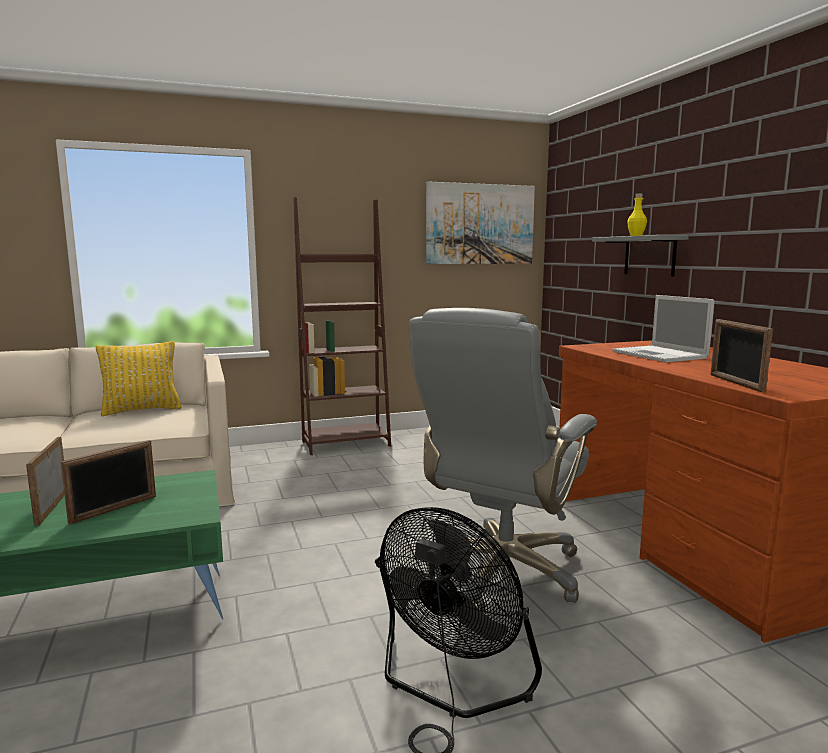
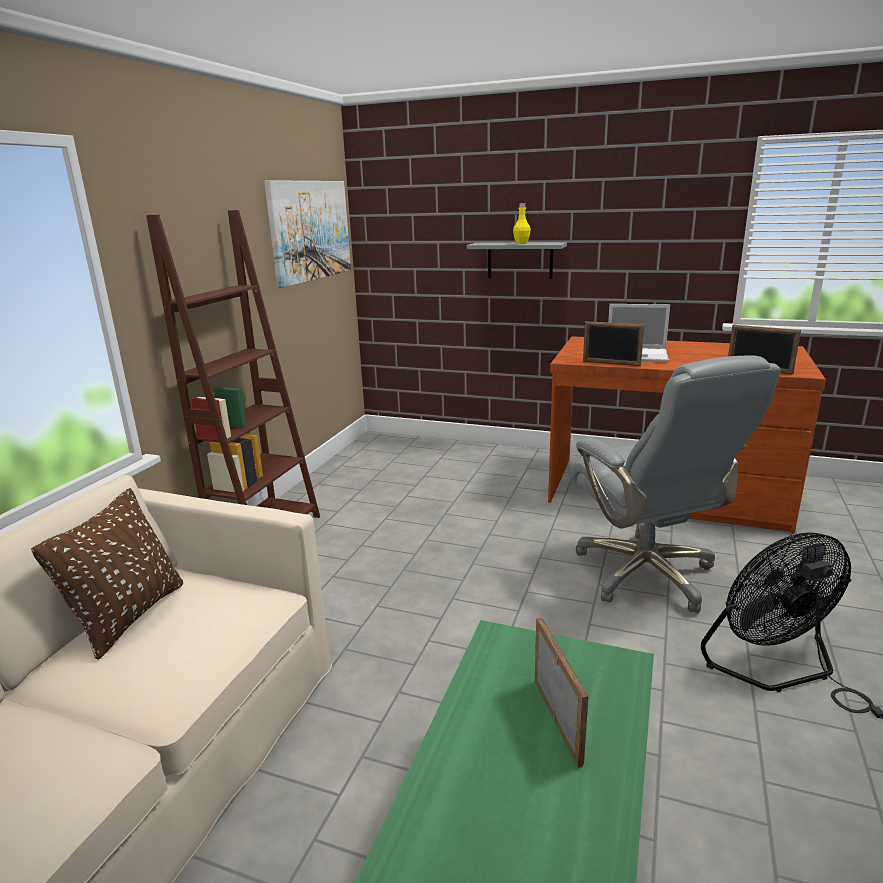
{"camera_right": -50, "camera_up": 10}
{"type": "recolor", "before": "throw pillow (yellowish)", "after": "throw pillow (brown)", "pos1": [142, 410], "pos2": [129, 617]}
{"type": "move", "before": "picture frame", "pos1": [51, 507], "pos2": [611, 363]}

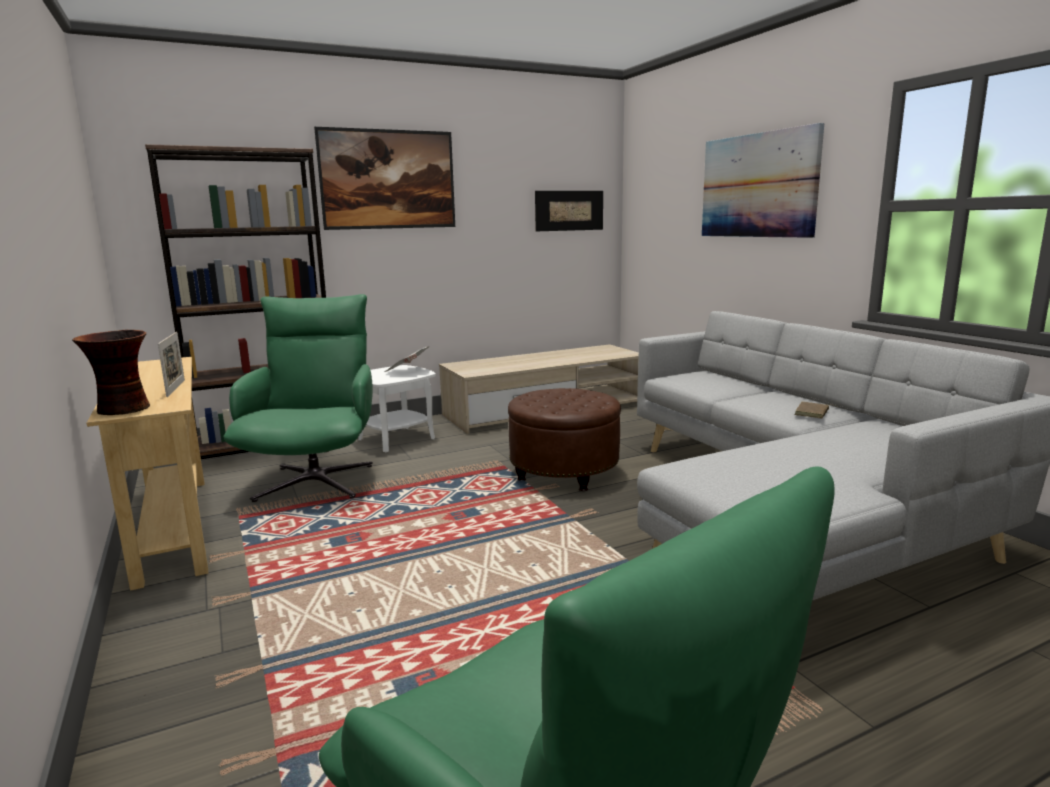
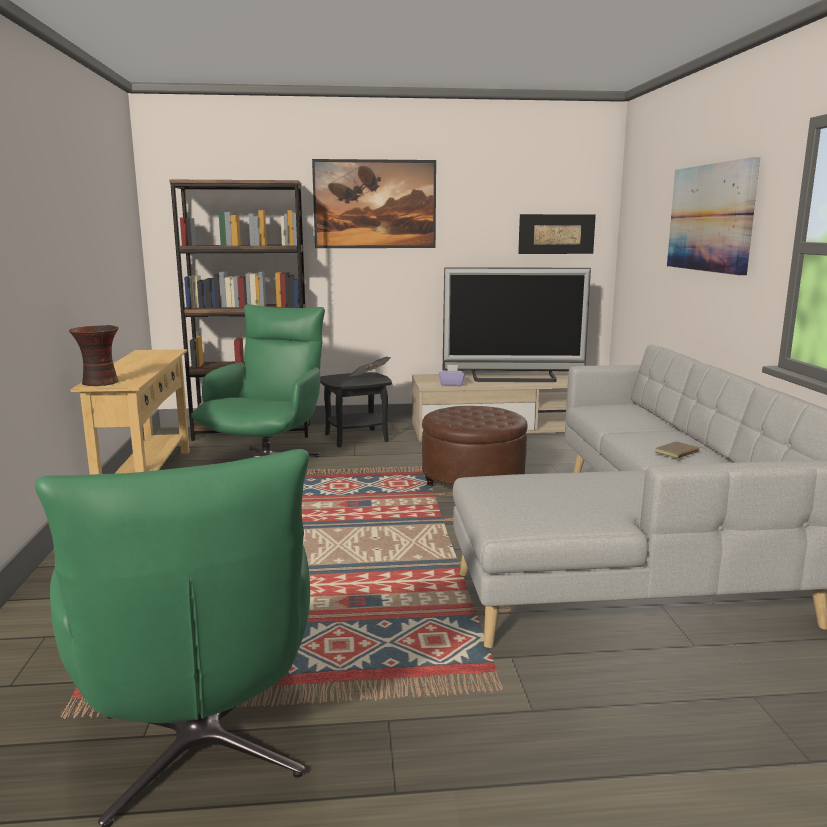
{"camera_right": 20, "camera_up": 0}
{"type": "delete", "before": "picture frame", "pos1": [176, 388]}
{"type": "recolor", "before": "side table (whitish)", "after": "side table (black-coloured)", "pos1": [396, 439], "pos2": [356, 438]}
{"type": "insert", "after": "television", "pos2": [514, 378]}
{"type": "insert", "after": "tissue box (purplish)", "pos2": [452, 384]}

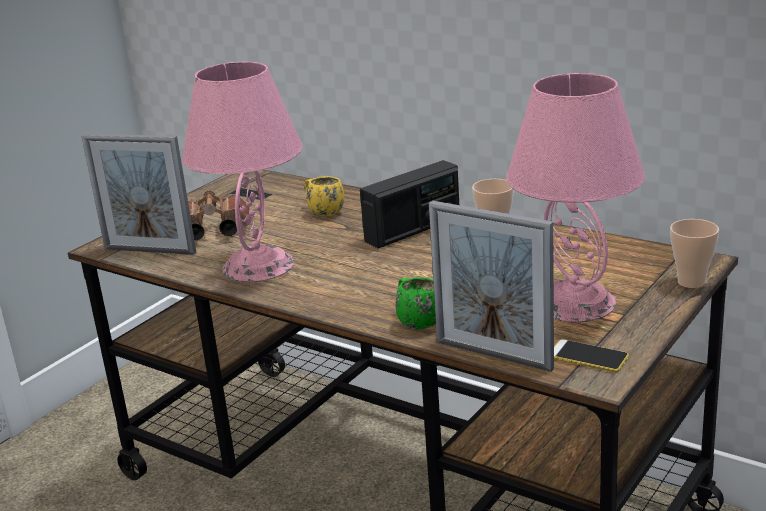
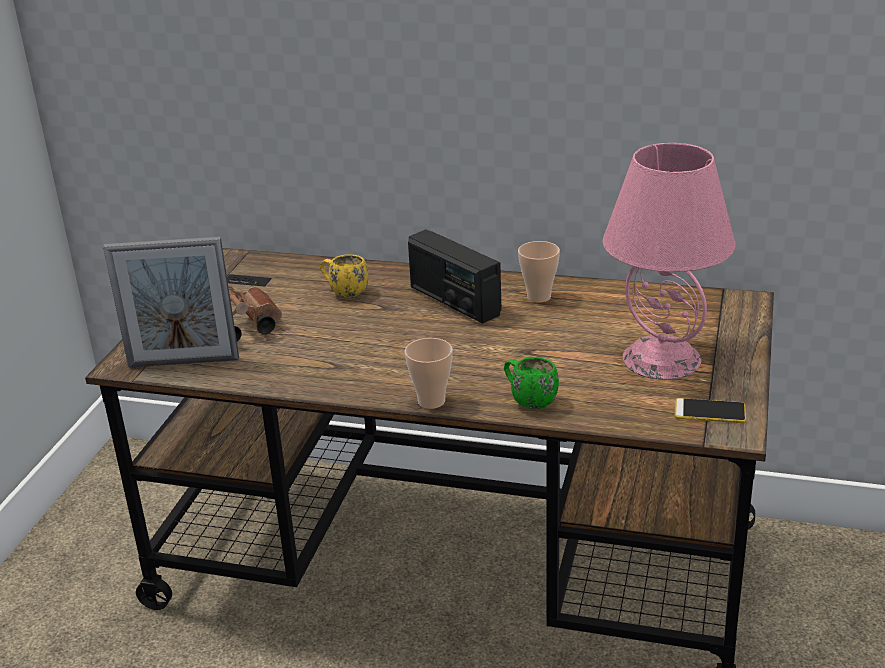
{"camera_right": -20, "camera_up": 5}
{"type": "delete", "before": "lamp for a table (pinkish)", "pos1": [259, 266]}
{"type": "rotate", "before": "radio", "pos1": [413, 229], "pos2": [454, 301], "turn": 105}
{"type": "delete", "before": "picture frame", "pos1": [493, 355]}
{"type": "move", "before": "drinking cup", "pos1": [691, 282], "pos2": [431, 401]}

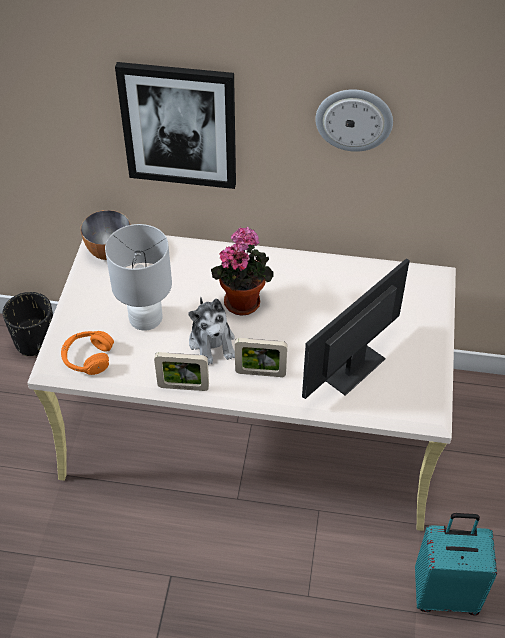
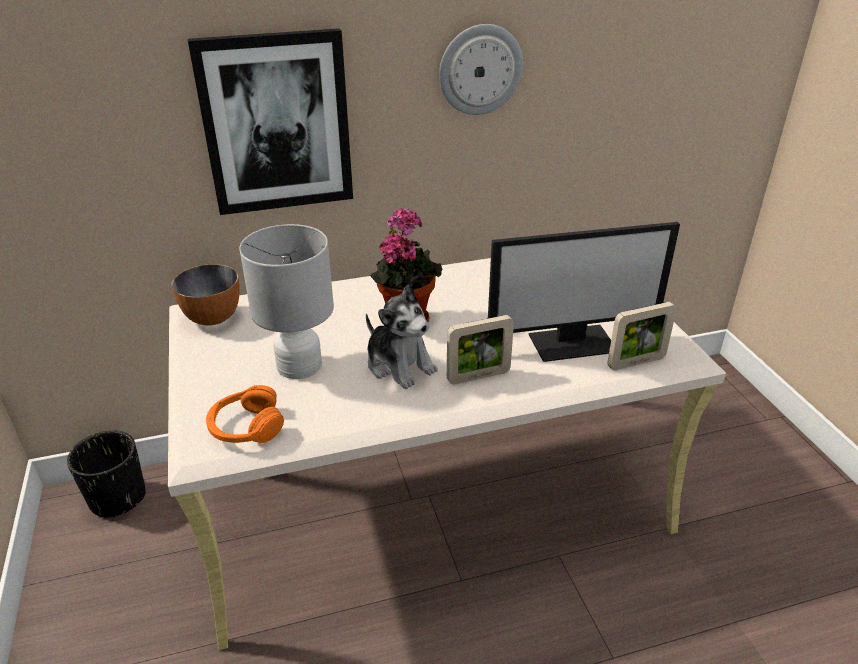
{"camera_right": -25, "camera_up": -15}
{"type": "rotate", "before": "monitor", "pos1": [351, 367], "pos2": [572, 342], "turn": -120}
{"type": "move", "before": "picture frame", "pos1": [183, 387], "pos2": [636, 362]}
{"type": "delete", "before": "piece of luggage (turquoise)", "pos1": [445, 593]}

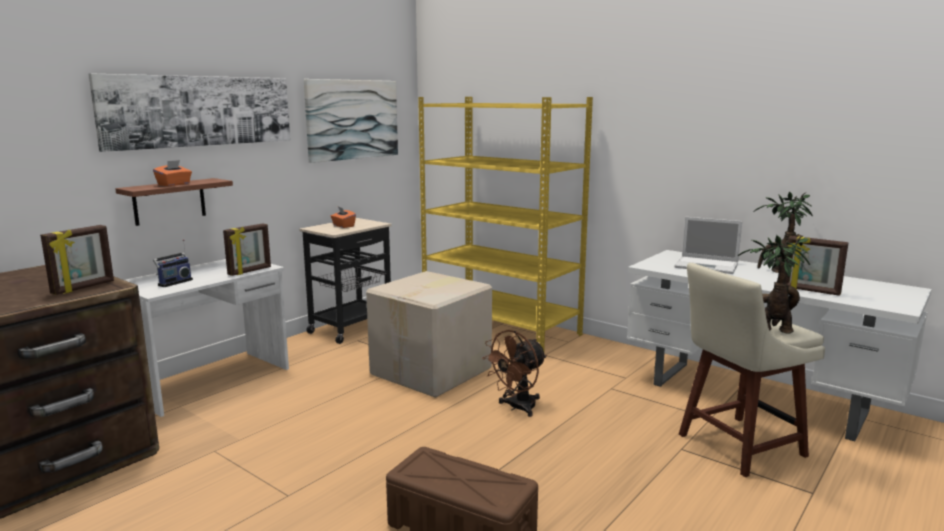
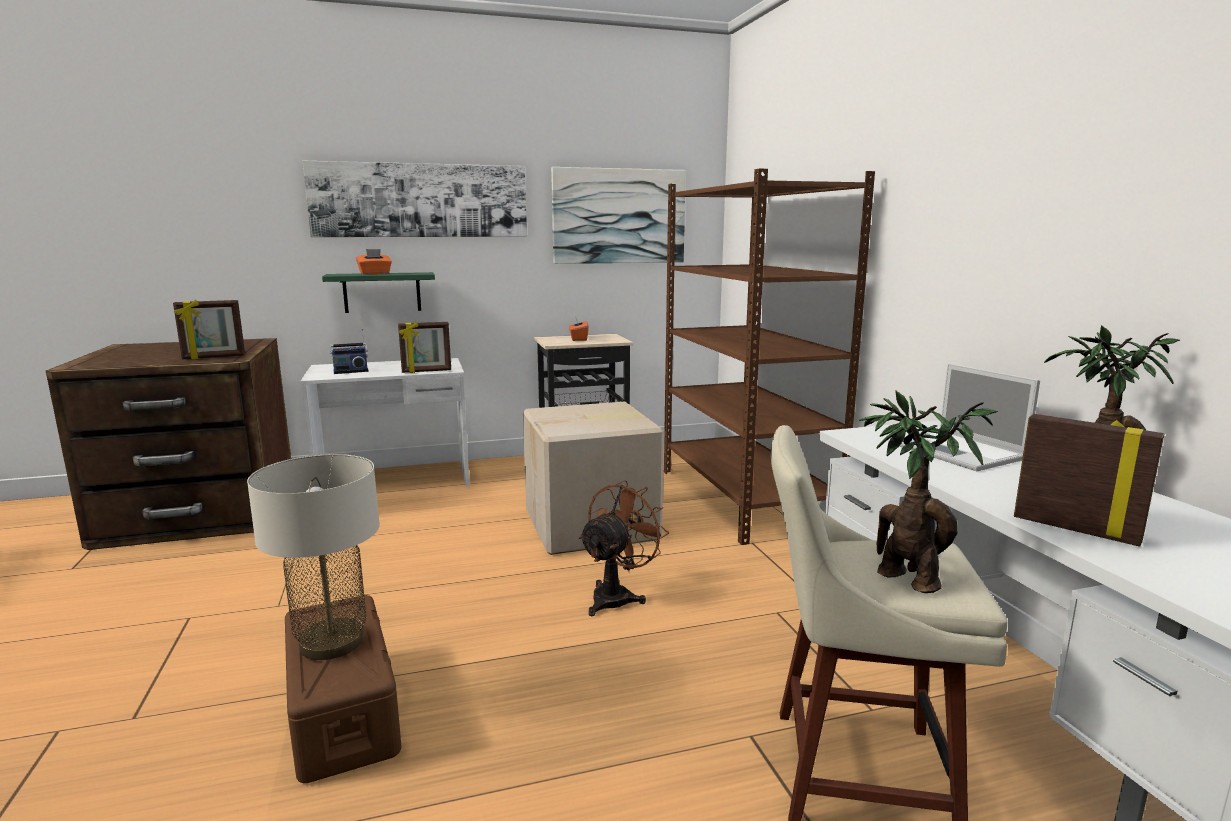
{"camera_right": 35, "camera_up": 0}
{"type": "recolor", "before": "bookcase (yellowish)", "after": "bookcase (brown)", "pos1": [501, 329], "pos2": [744, 498]}
{"type": "recolor", "before": "shelf (brown)", "after": "shelf (green-coloured)", "pos1": [169, 201], "pos2": [382, 292]}
{"type": "rotate", "before": "picture frame", "pos1": [810, 291], "pos2": [1075, 529], "turn": 150}
{"type": "rotate", "before": "cooling fan (brown)", "pos1": [517, 408], "pos2": [617, 596], "turn": 135}
{"type": "insert", "after": "lamp for a table", "pos2": [331, 642]}

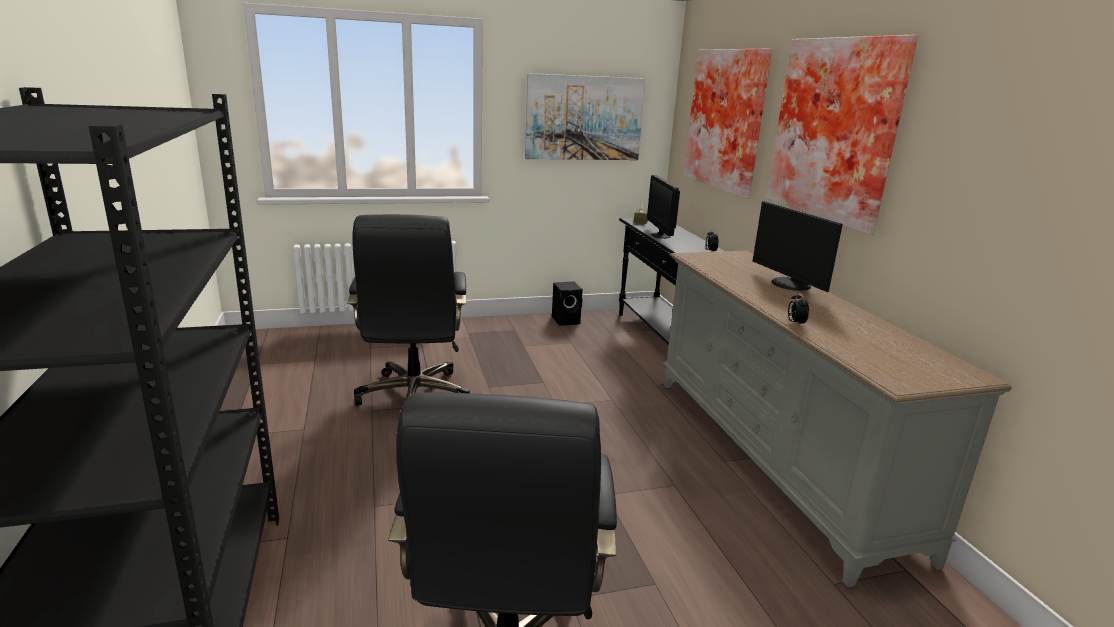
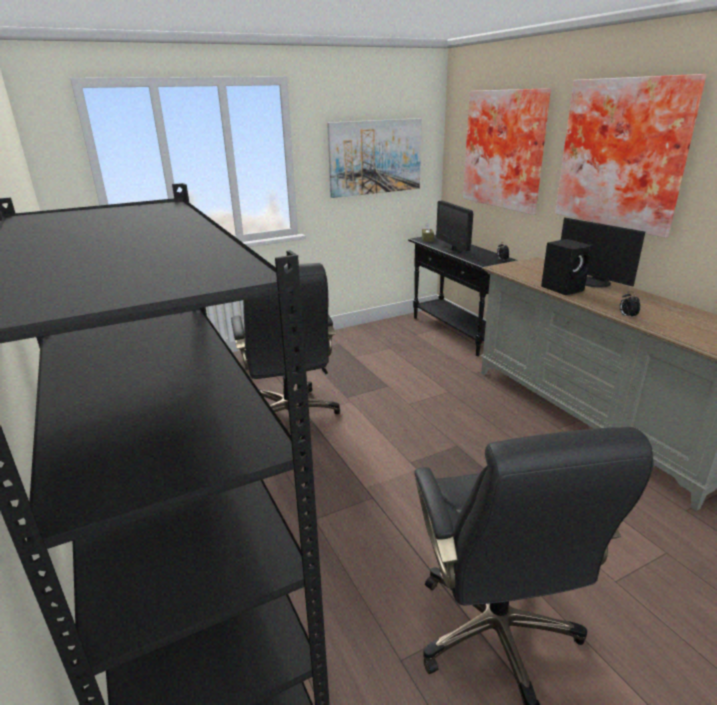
{"camera_right": -10, "camera_up": 5}
{"type": "move", "before": "audio speaker (black-coloured)", "pos1": [567, 320], "pos2": [563, 288]}

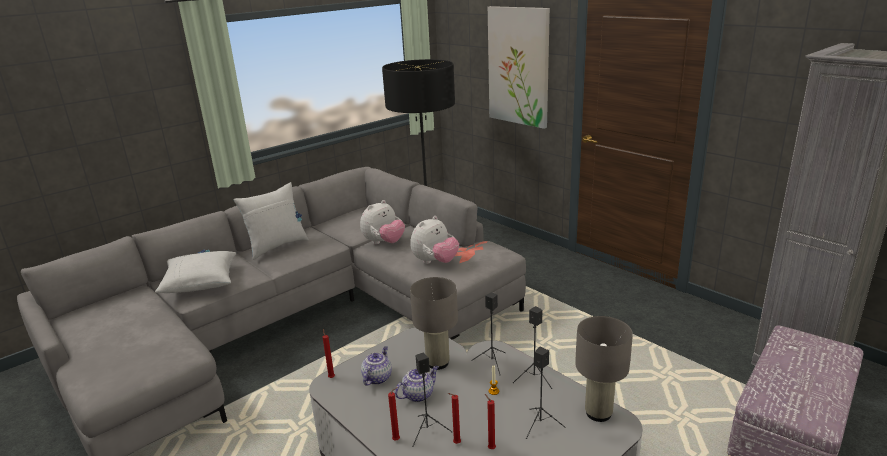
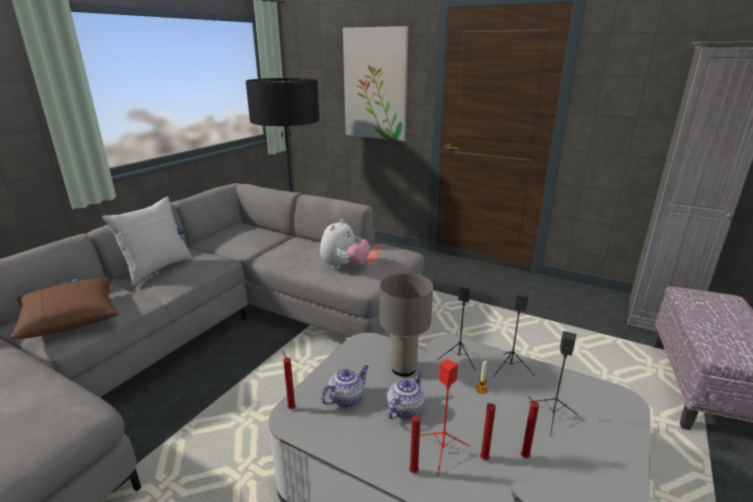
{"camera_right": -20, "camera_up": 0}
{"type": "delete", "before": "cuddly toy", "pos1": [384, 243]}
{"type": "recolor", "before": "throw pillow (greyish)", "after": "throw pillow (brown)", "pos1": [201, 283], "pos2": [71, 320]}
{"type": "delete", "before": "lamp for a table (greyish)", "pos1": [599, 413]}
{"type": "rotate", "before": "pot for tea", "pos1": [377, 377], "pos2": [346, 398], "turn": 45}
{"type": "recolor", "before": "audio speaker (black-coloured)", "after": "audio speaker (red)", "pos1": [428, 431], "pos2": [443, 451]}

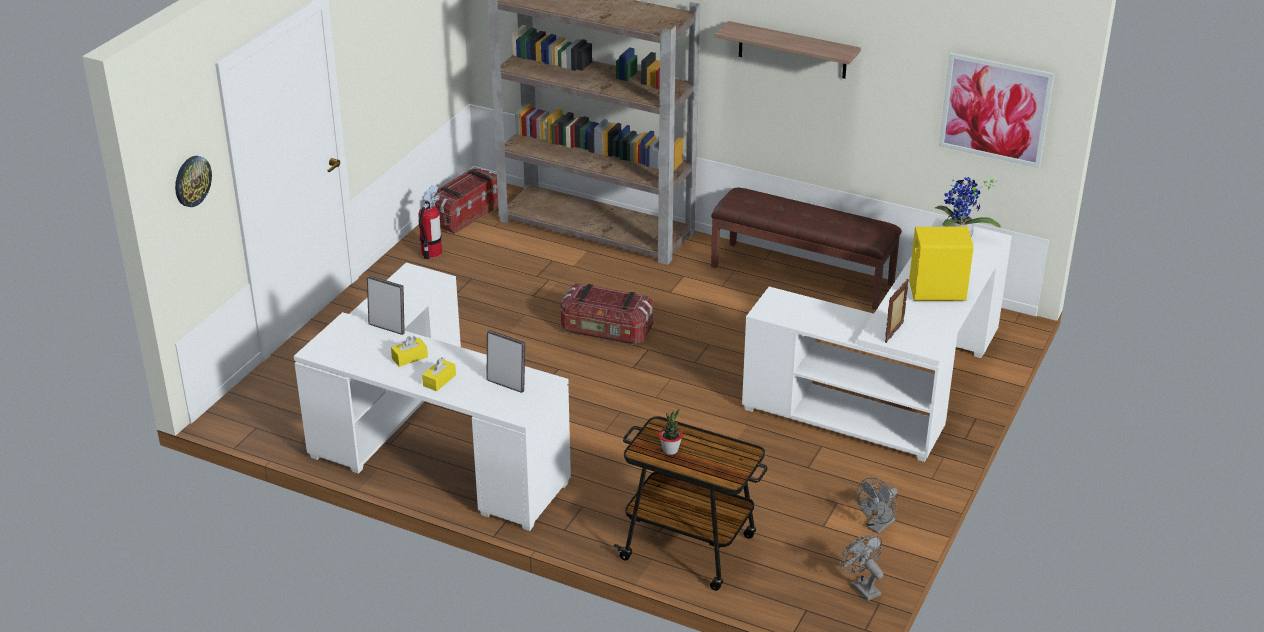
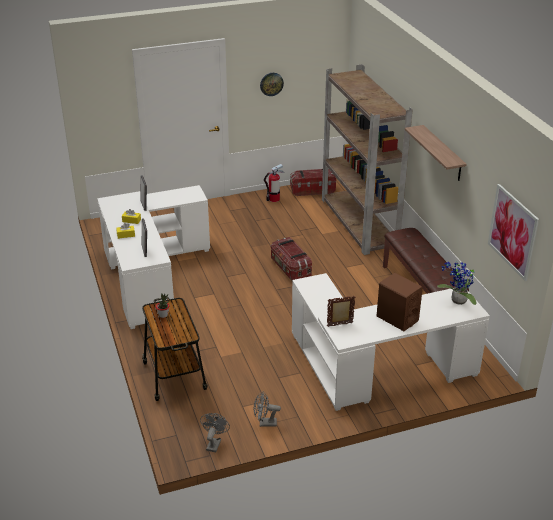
{"camera_right": 45, "camera_up": 0}
{"type": "move", "before": "clock on the wall", "pos1": [192, 181], "pos2": [271, 84]}
{"type": "recolor", "before": "audio speaker (yellowish)", "after": "audio speaker (brown)", "pos1": [936, 291], "pos2": [397, 318]}

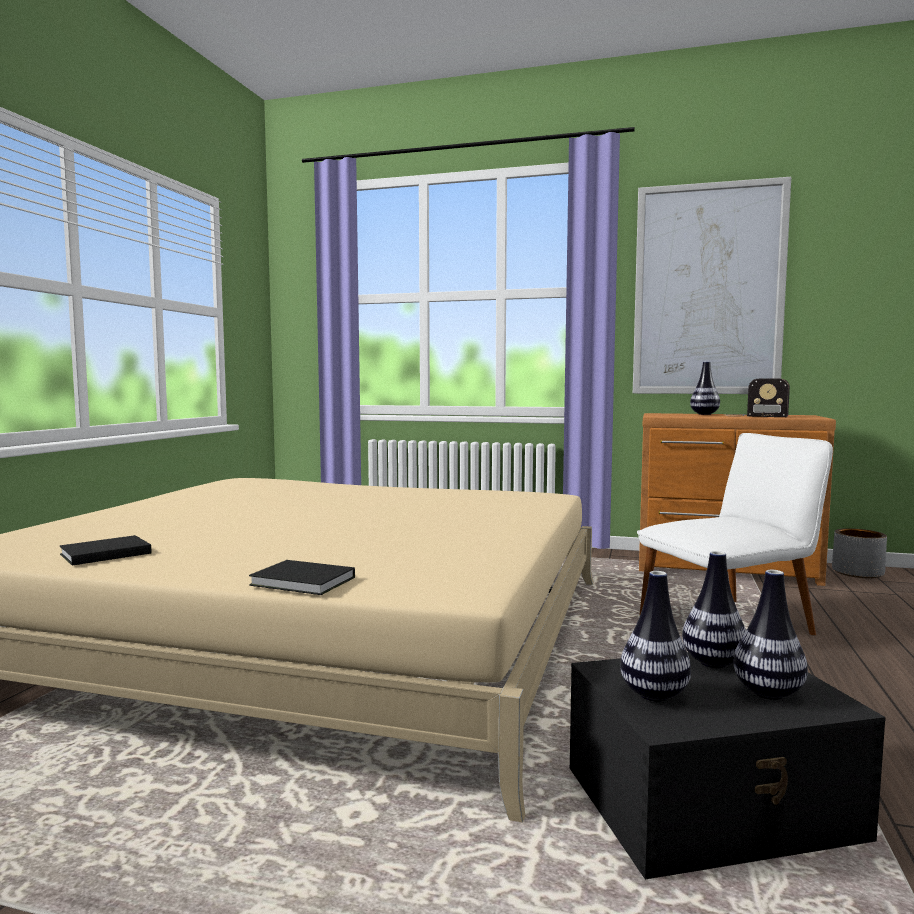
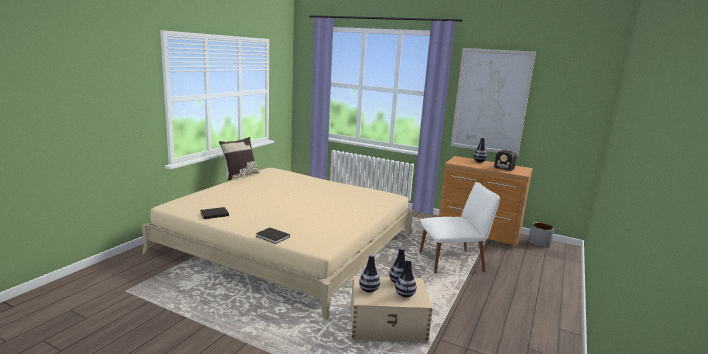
{"camera_right": 10, "camera_up": 10}
{"type": "recolor", "before": "storage bin (black-coloured)", "after": "storage bin (sand-coloured)", "pos1": [713, 805], "pos2": [388, 325]}
{"type": "insert", "after": "throw pillow", "pos2": [240, 176]}

